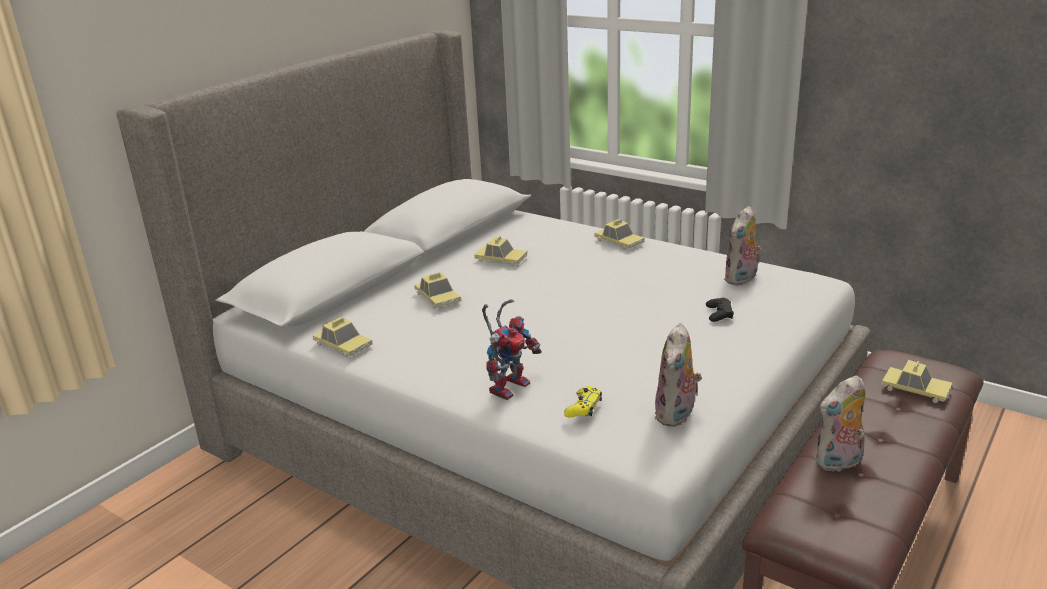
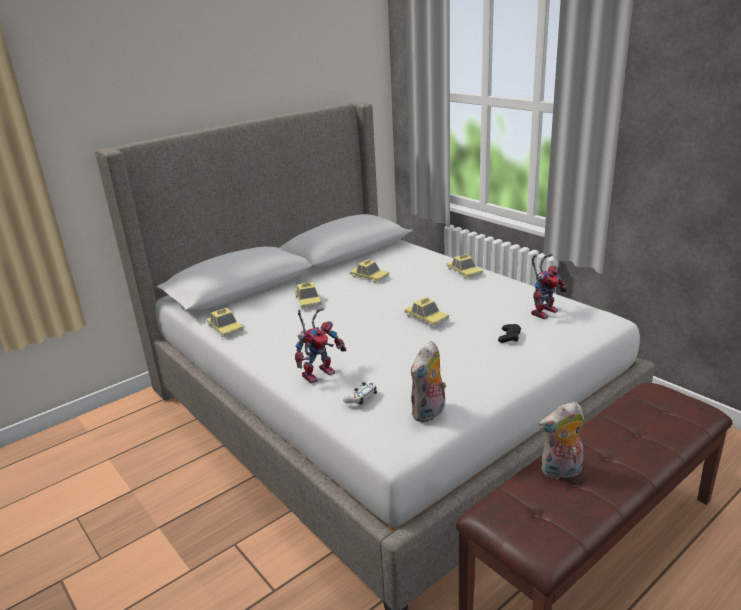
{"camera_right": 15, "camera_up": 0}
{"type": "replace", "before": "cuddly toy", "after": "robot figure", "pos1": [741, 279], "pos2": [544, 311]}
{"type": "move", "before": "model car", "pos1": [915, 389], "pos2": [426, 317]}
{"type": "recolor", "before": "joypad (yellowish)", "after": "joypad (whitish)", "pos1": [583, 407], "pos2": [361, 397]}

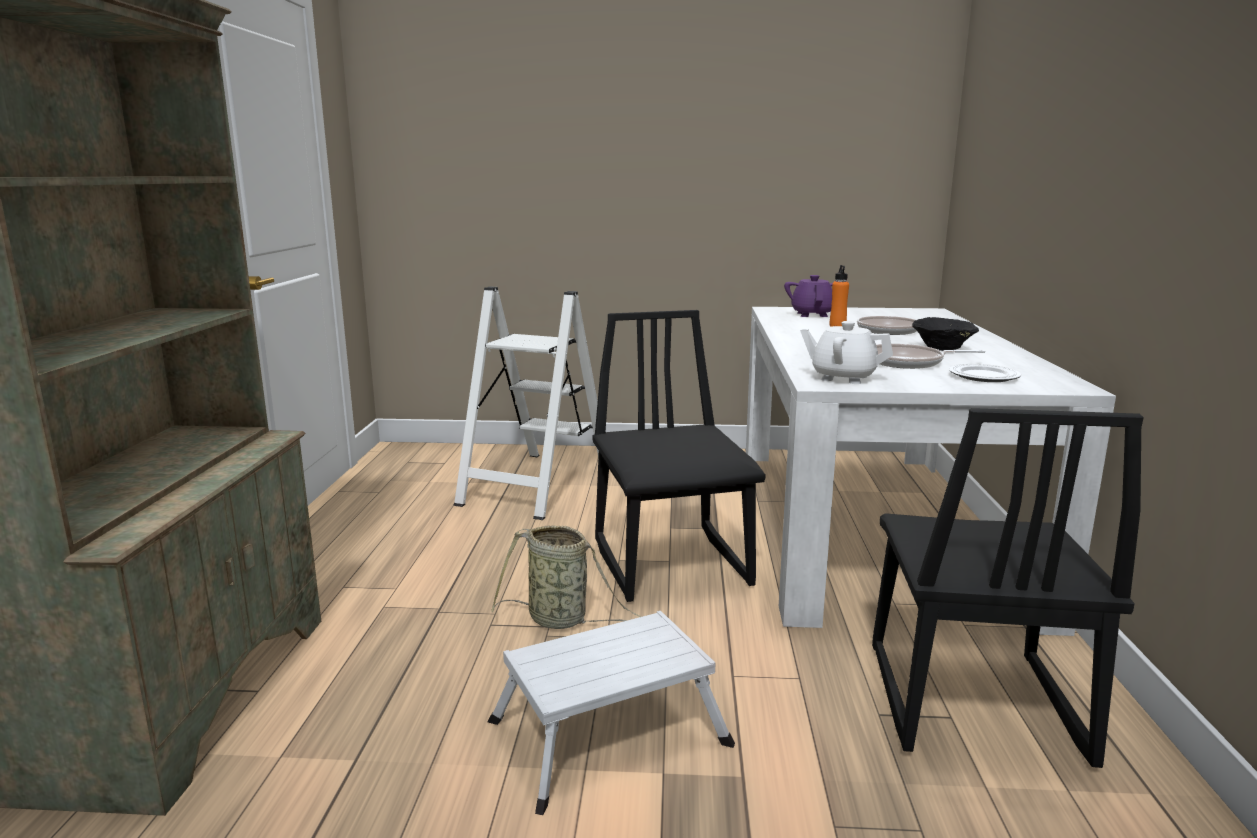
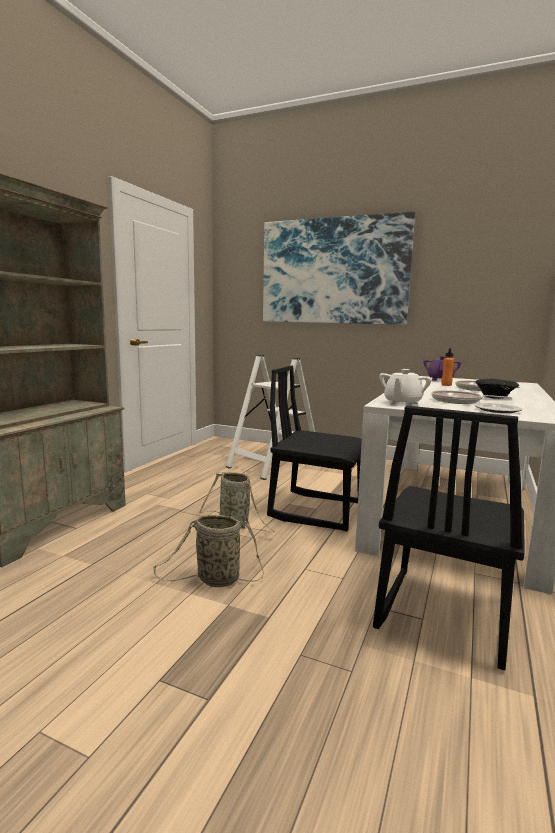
{"camera_right": 20, "camera_up": -5}
{"type": "rotate", "before": "plain chair (black-coloured)", "pos1": [672, 563], "pos2": [317, 510], "turn": -75}
{"type": "rotate", "before": "pot for tea (whitish)", "pos1": [843, 378], "pos2": [402, 403], "turn": -105}
{"type": "replace", "before": "stepladder (whitish)", "after": "basket", "pos1": [607, 733], "pos2": [215, 580]}
{"type": "insert", "after": "picture", "pos2": [333, 271]}

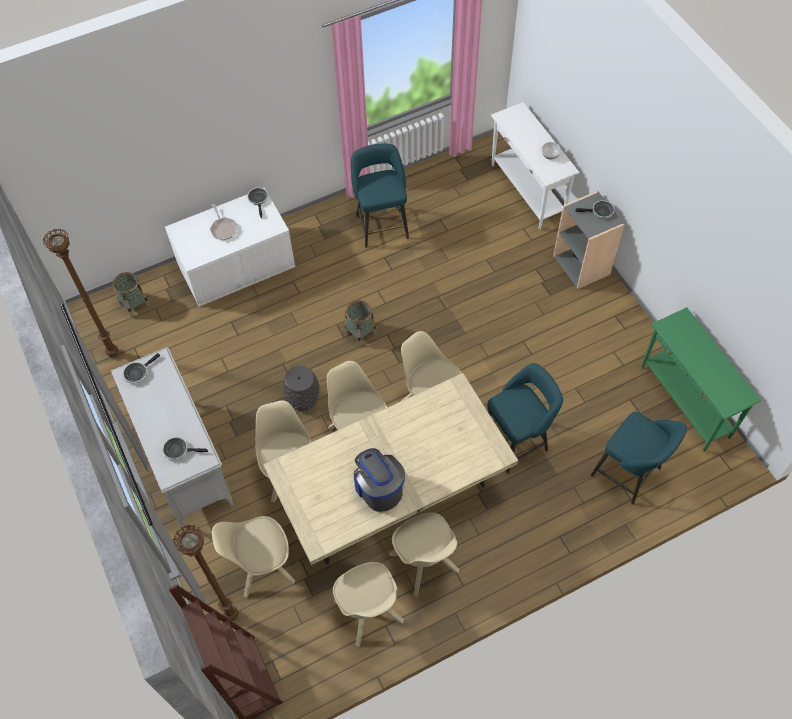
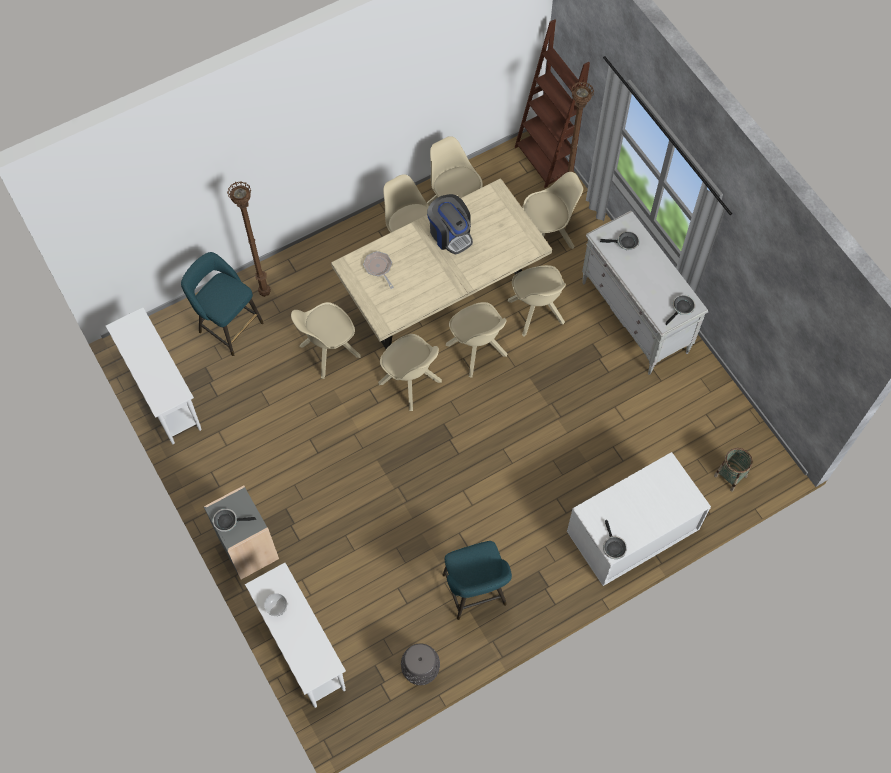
{"camera_right": 175, "camera_up": 5}
{"type": "move", "before": "frying pan", "pos1": [223, 229], "pos2": [379, 268]}
{"type": "move", "before": "floor lamp (brown)", "pos1": [113, 352], "pos2": [265, 293]}
{"type": "delete", "before": "basket", "pos1": [360, 333]}
{"type": "recolor", "before": "hall table (green-coloured)", "after": "hall table (whitish)", "pos1": [686, 402], "pos2": [163, 395]}
{"type": "replace", "before": "stool (turquoise)", "after": "plain chair (sand-coloured)", "pos1": [517, 440], "pos2": [328, 351]}
{"type": "move", "before": "stool (greyish)", "pos1": [303, 399], "pos2": [421, 670]}

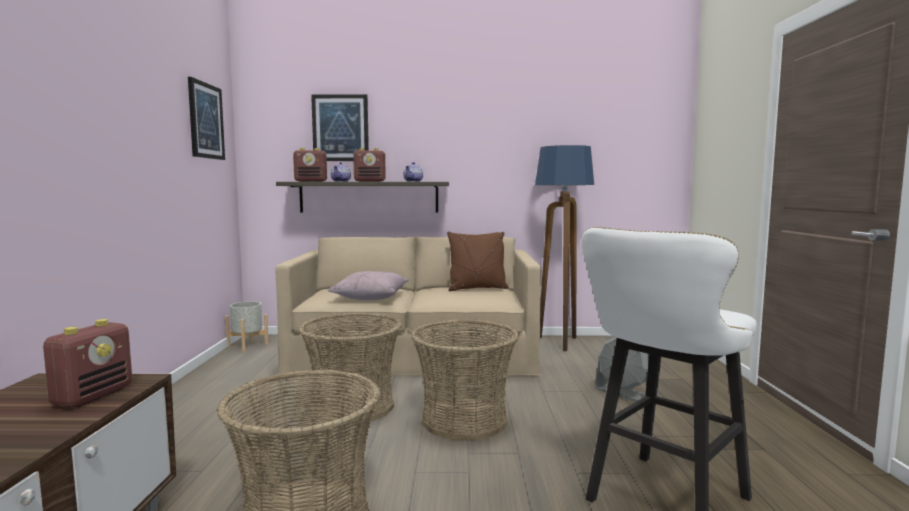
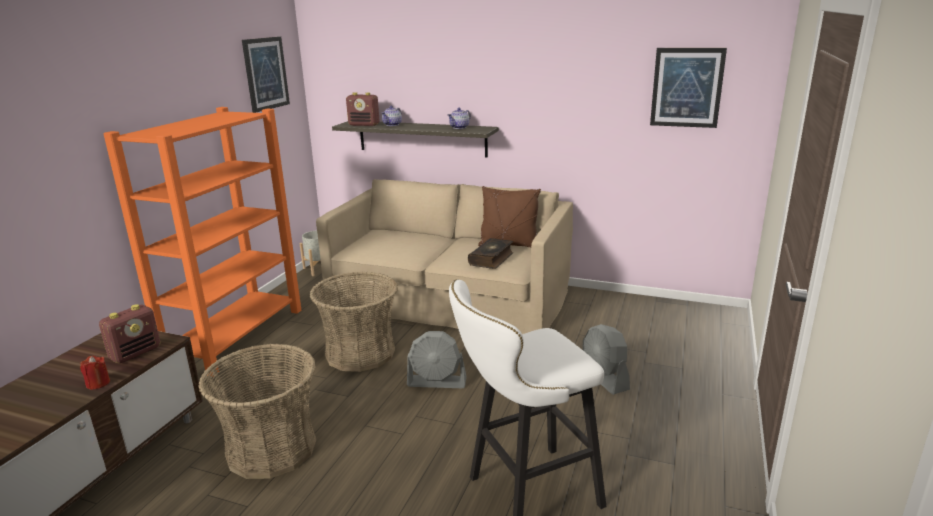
{"camera_right": 20, "camera_up": 15}
{"type": "move", "before": "picture", "pos1": [340, 128], "pos2": [687, 87]}
{"type": "delete", "before": "floor lamp", "pos1": [560, 343]}
{"type": "delete", "before": "radio", "pos1": [370, 181]}
{"type": "delete", "before": "throw pillow (purplish)", "pos1": [370, 297]}
{"type": "replace", "before": "basket", "after": "cooling fan (greyish)", "pos1": [464, 420], "pos2": [437, 382]}
{"type": "insert", "after": "bookcase (orange)", "pos2": [236, 336]}
{"type": "insert", "after": "bound book", "pos2": [492, 259]}
{"type": "insert", "after": "wax light (red)", "pos2": [98, 383]}

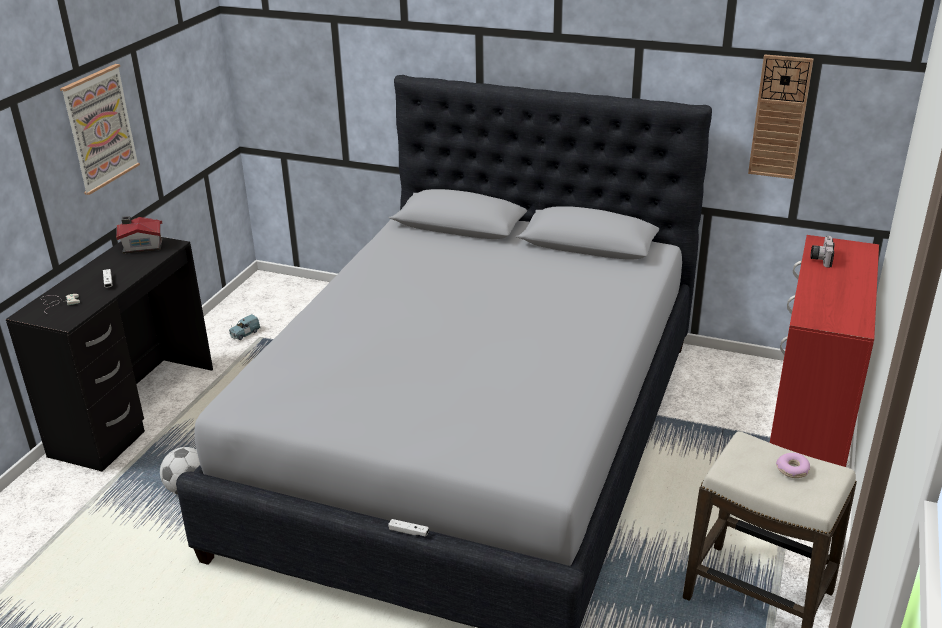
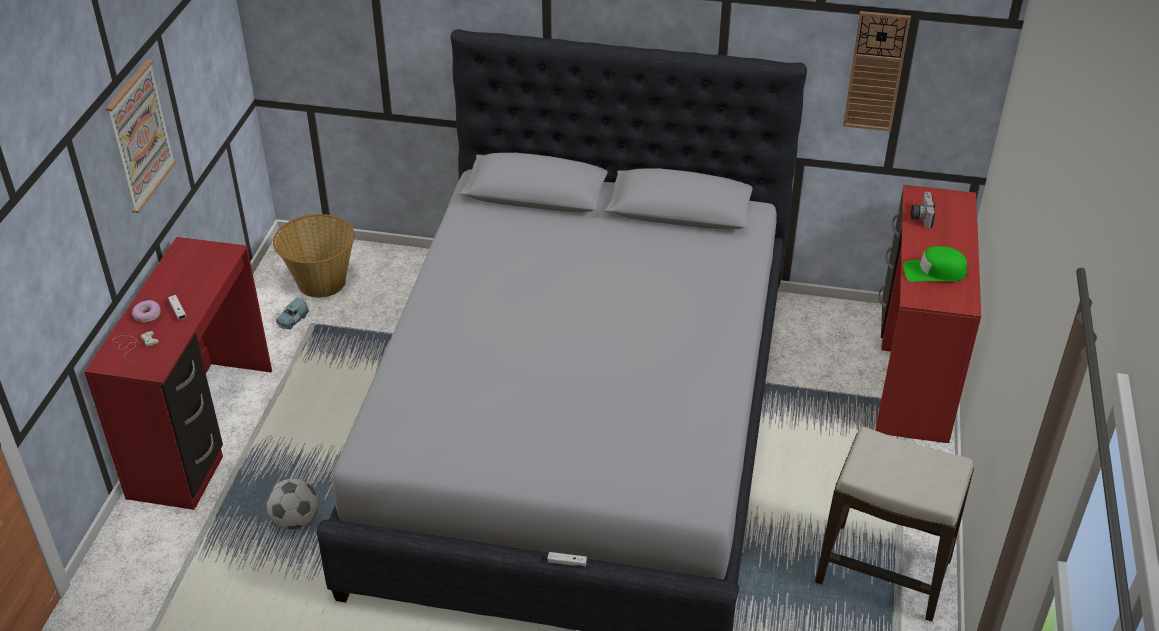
{"camera_right": -10, "camera_up": 10}
{"type": "delete", "before": "miniature house", "pos1": [142, 246]}
{"type": "recolor", "before": "desk (black-coloured)", "after": "desk (red)", "pos1": [136, 411], "pos2": [204, 432]}
{"type": "move", "before": "ring doughnut", "pos1": [792, 470], "pos2": [147, 315]}
{"type": "insert", "after": "basket", "pos2": [320, 282]}
{"type": "insert", "after": "peaked cap (green-coloured)", "pos2": [934, 272]}

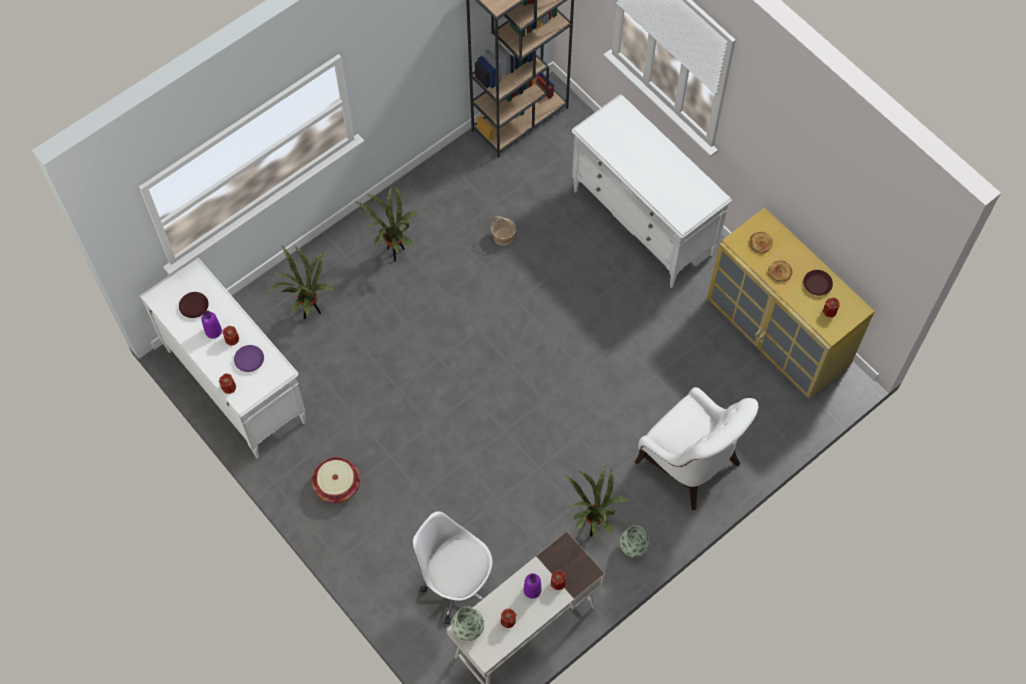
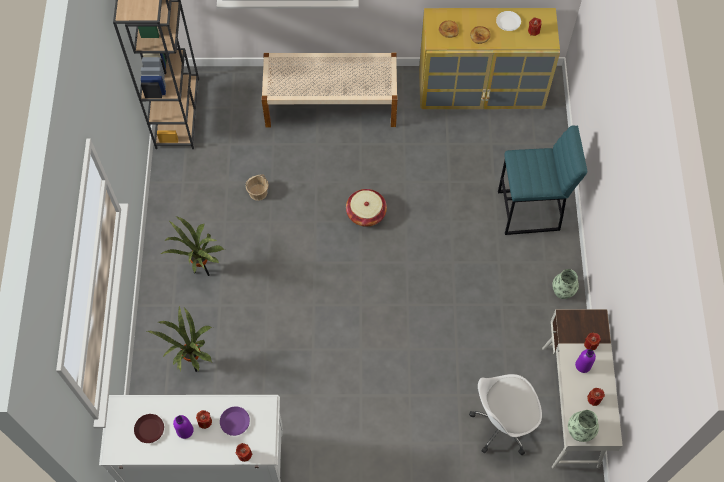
{"camera_right": -50, "camera_up": 0}
{"type": "replace", "before": "chest of drawers (whitish)", "after": "bench (sand-coloured)", "pos1": [642, 224], "pos2": [331, 103]}
{"type": "recolor", "before": "plate (brown)", "after": "plate (whitish)", "pos1": [817, 284], "pos2": [507, 23]}
{"type": "replace", "before": "plain chair (whitish)", "after": "stool (turquoise)", "pos1": [690, 463], "pos2": [530, 210]}
{"type": "move", "before": "basket", "pos1": [337, 485], "pos2": [366, 213]}
{"type": "delete", "before": "potted plant", "pos1": [592, 527]}

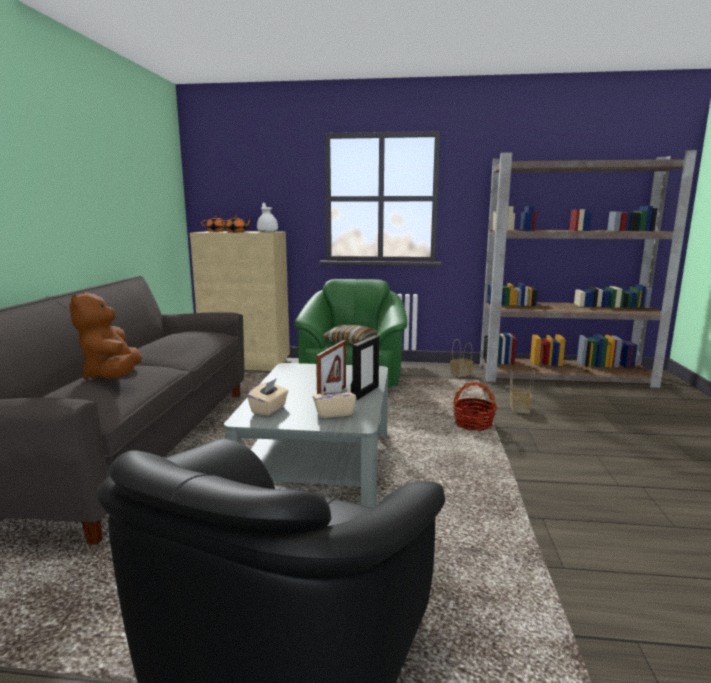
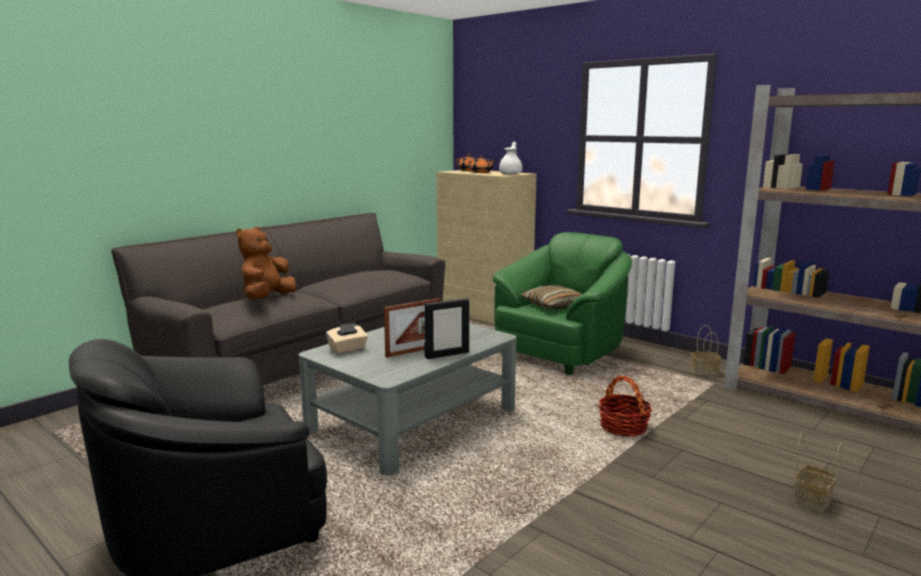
{"camera_right": 35, "camera_up": 0}
{"type": "move", "before": "basket", "pos1": [519, 408], "pos2": [812, 499]}
{"type": "delete", "before": "tissue box (sand-coloured)", "pos1": [334, 413]}

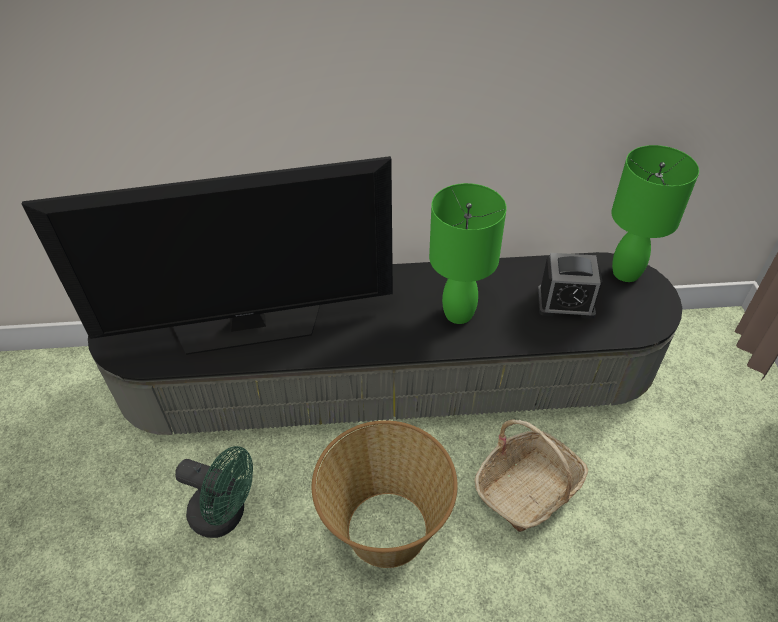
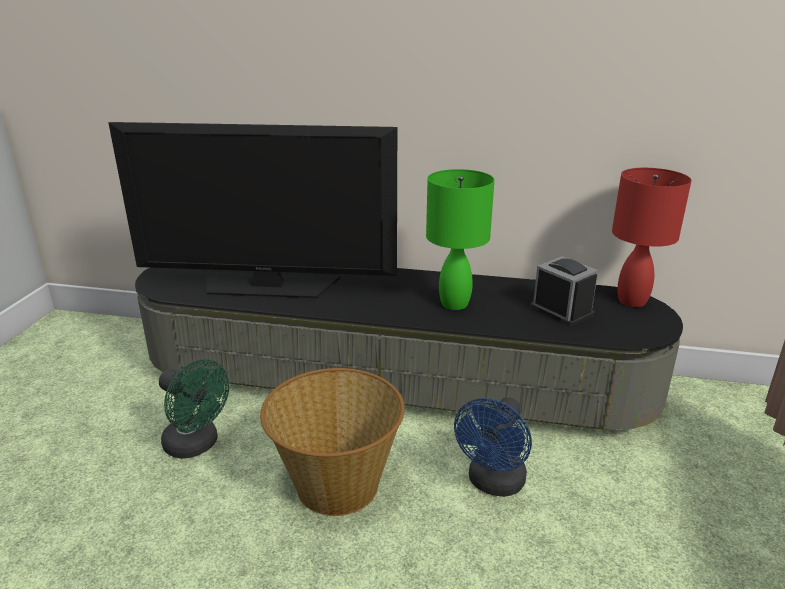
{"camera_right": 15, "camera_up": -20}
{"type": "recolor", "before": "lamp for a table (green-coloured)", "after": "lamp for a table (red)", "pos1": [627, 273], "pos2": [633, 301]}
{"type": "rotate", "before": "bedside clock", "pos1": [565, 303], "pos2": [561, 311], "turn": -150}
{"type": "replace", "before": "basket", "after": "cooling fan (blue)", "pos1": [528, 488], "pos2": [493, 484]}

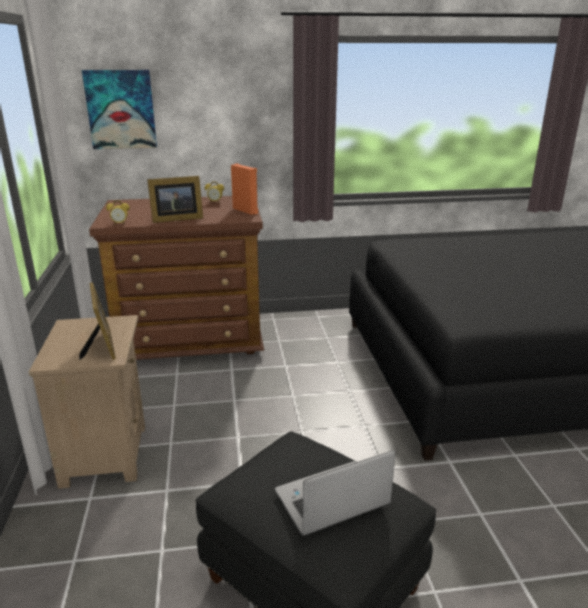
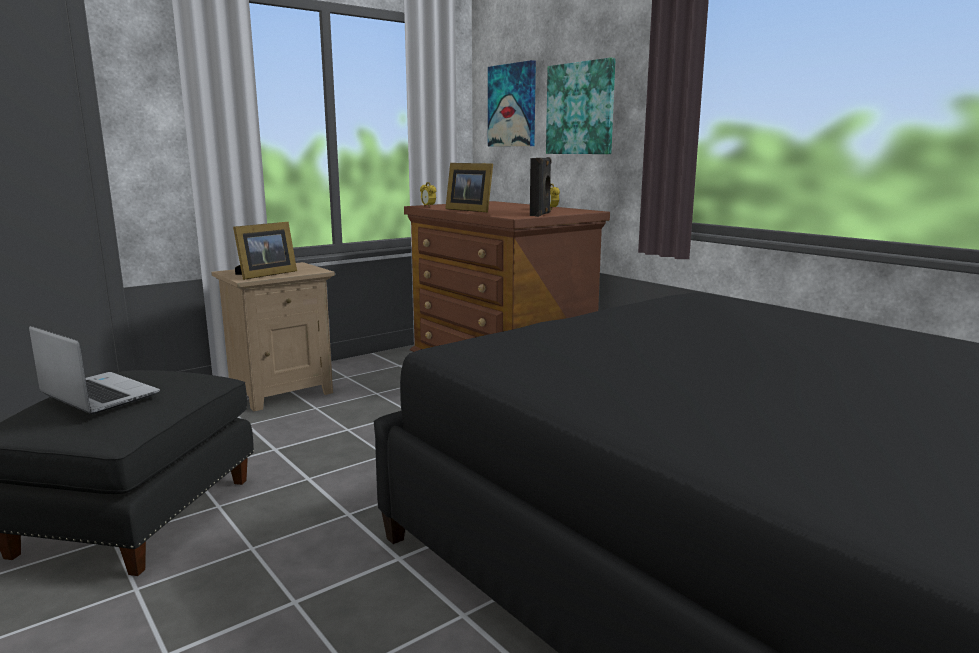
{"camera_right": 60, "camera_up": -10}
{"type": "recolor", "before": "audio speaker (orange)", "after": "audio speaker (black-coloured)", "pos1": [246, 210], "pos2": [541, 214]}
{"type": "insert", "after": "picture", "pos2": [581, 109]}

